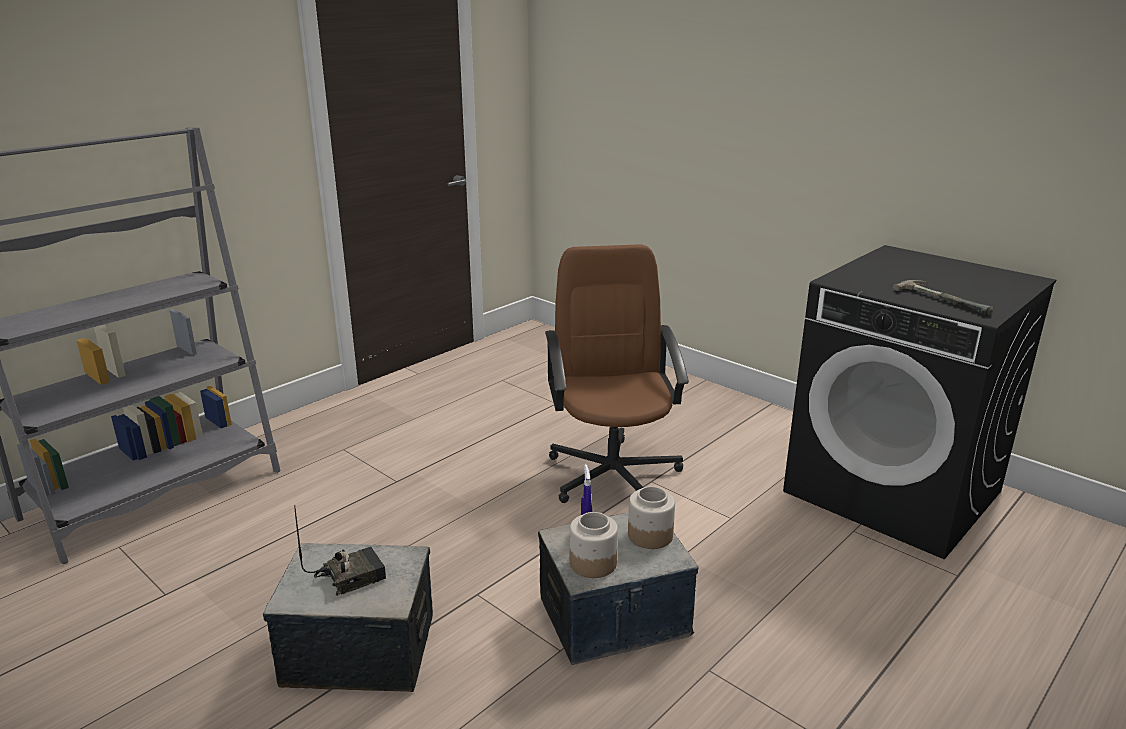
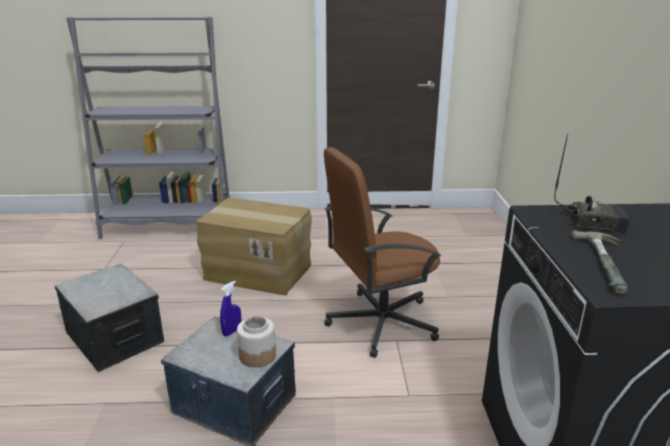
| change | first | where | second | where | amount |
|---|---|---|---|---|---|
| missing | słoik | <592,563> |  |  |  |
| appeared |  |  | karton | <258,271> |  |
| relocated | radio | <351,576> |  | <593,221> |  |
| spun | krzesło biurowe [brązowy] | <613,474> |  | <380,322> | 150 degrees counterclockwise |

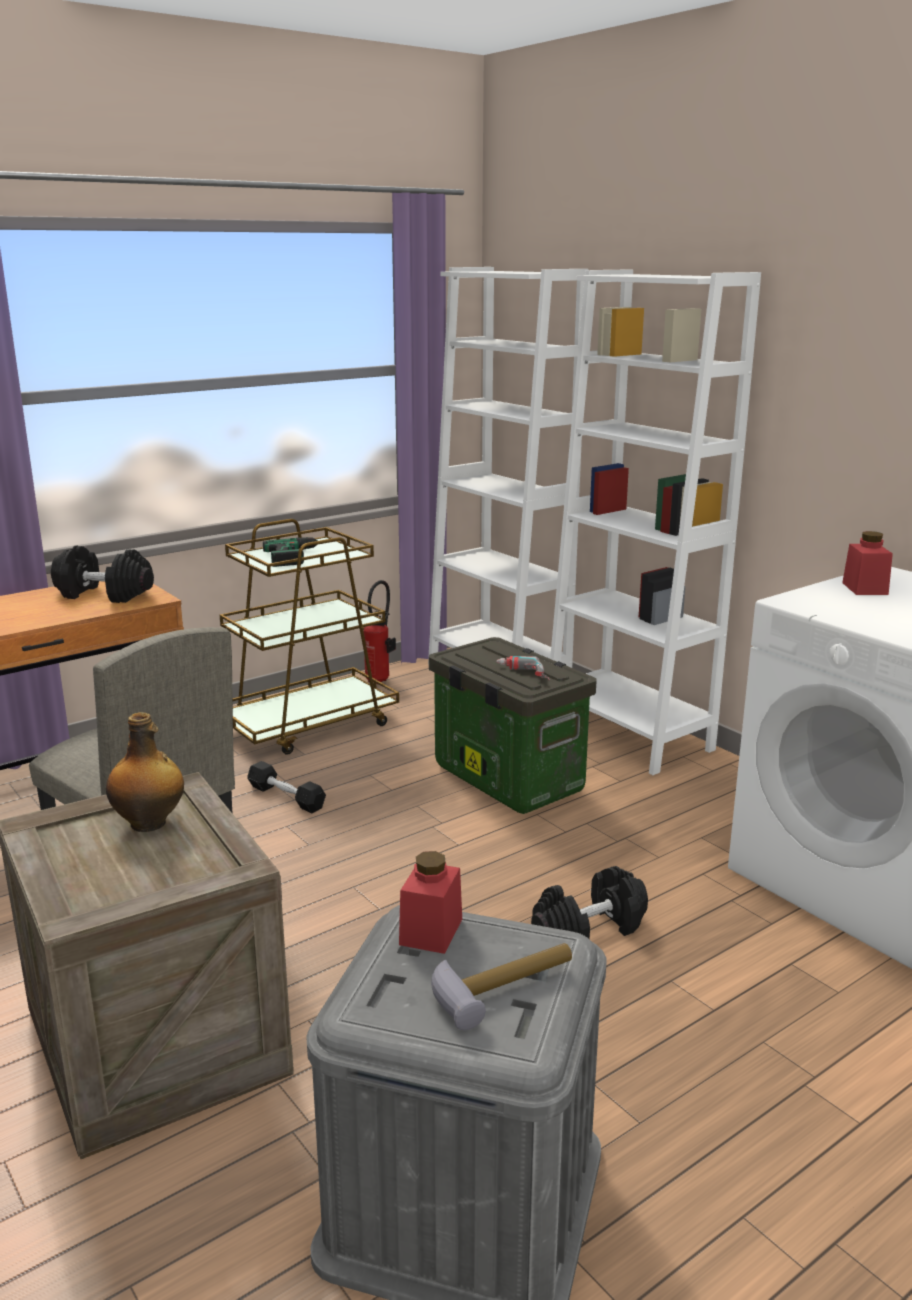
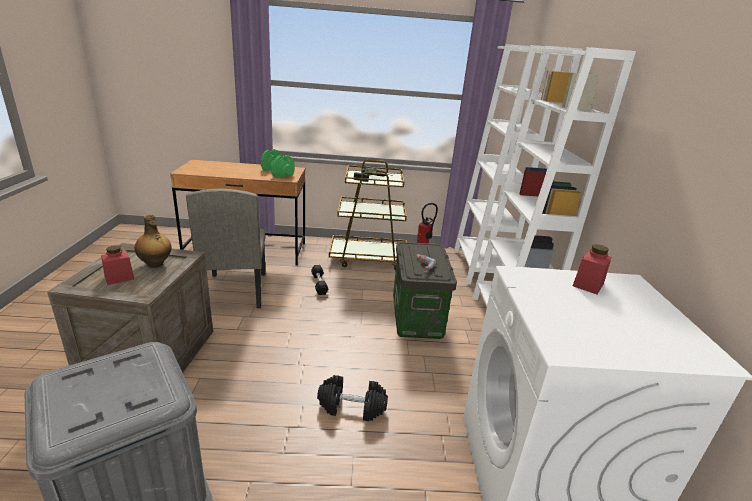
| change | first | where | second | where | amount |
|---|---|---|---|---|---|
| missing | młotek | <501,985> |  |  |  |
| relocated | słoik [czerwony] | <431,931> |  | <119,278> |  |
| colour | hantel [czarny] | <103,594> | hantel [zielony] | <277,172> |  |

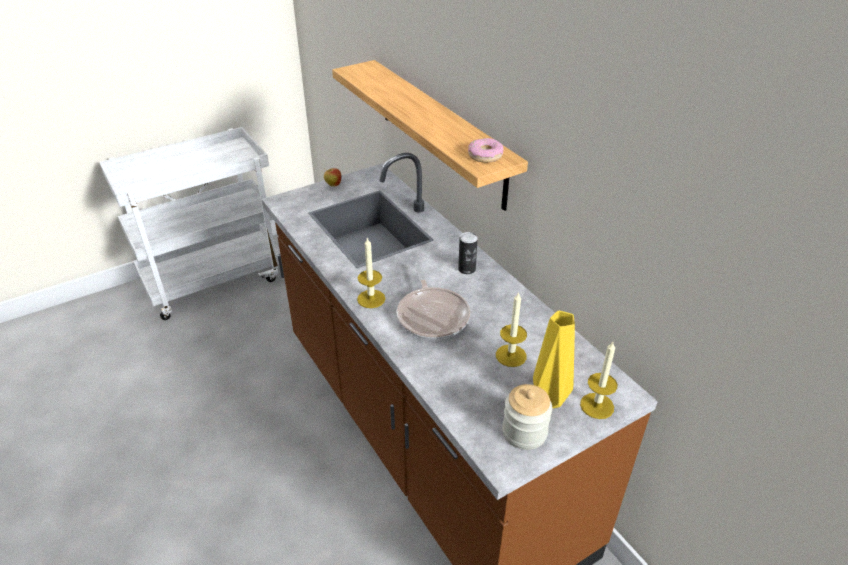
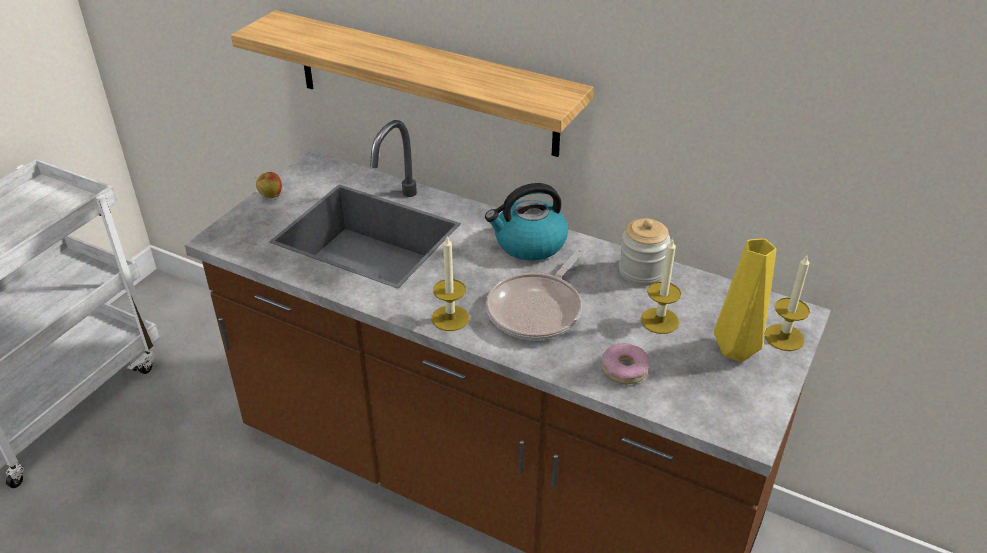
| change | first | where | second | where | amount |
|---|---|---|---|---|---|
| relocated | donut | <485,155> |  | <624,369> |  |
| relocated | słoik | <524,432> |  | <641,272> |  |
| exchanged | puszka | <467,269> | czajnik | <529,244> |  |
| spun | patelnia | <432,315> |  | <537,309> | 75 degrees clockwise |

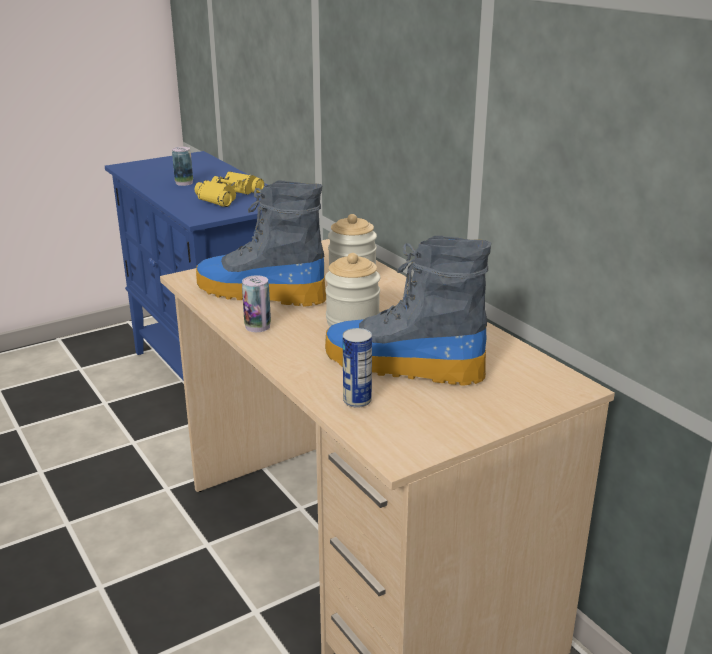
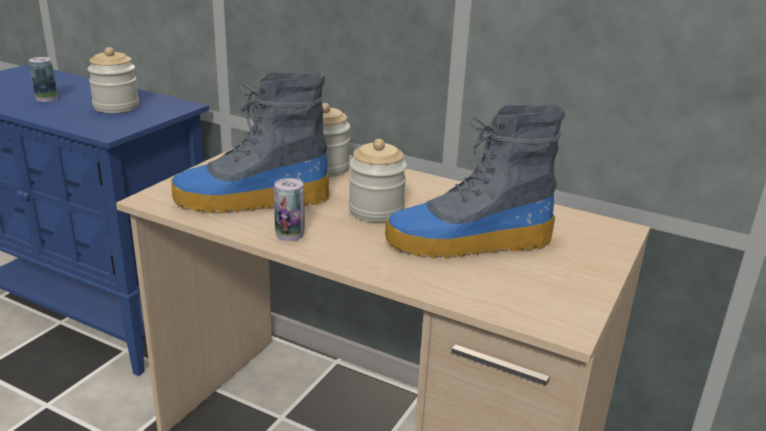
| change | first | where | second | where | amount |
|---|---|---|---|---|---|
| missing | puszka | <357,400> |  |  |  |
| exchanged | lornetka [żółty] | <228,196> | słoik | <116,107> |  |

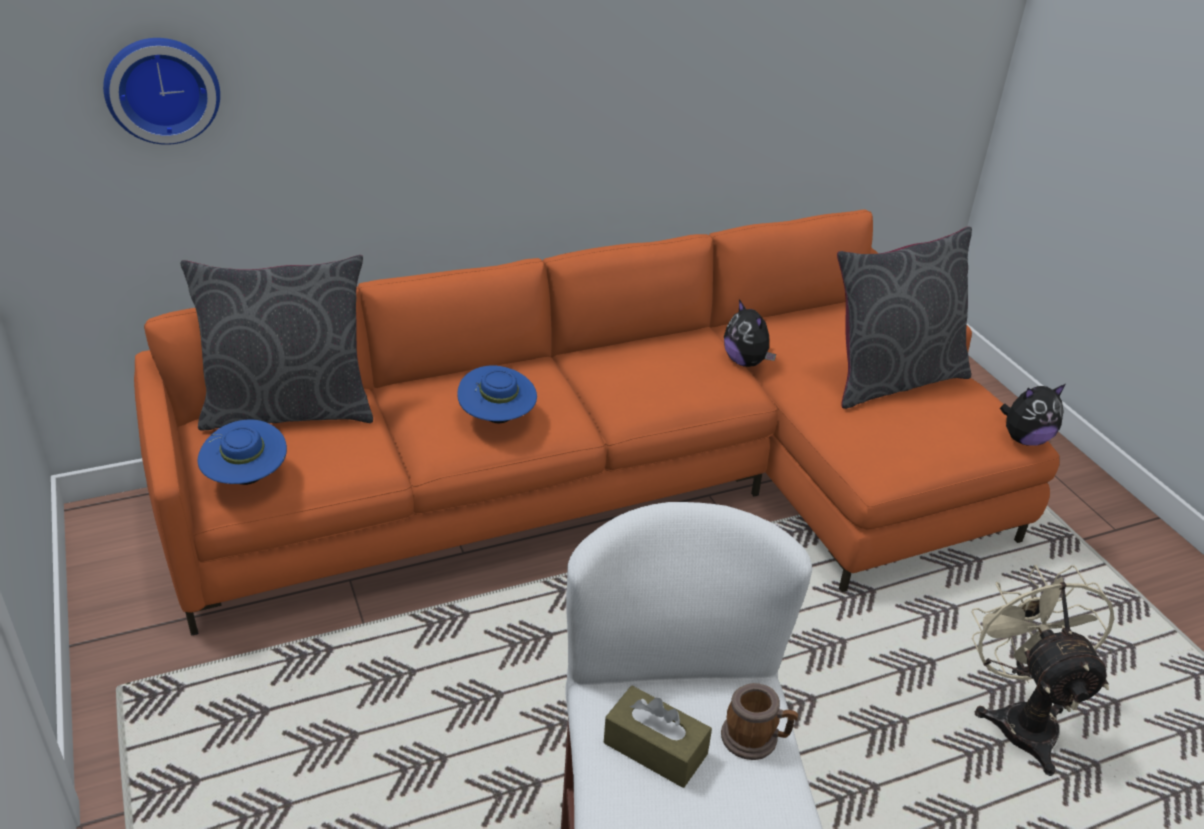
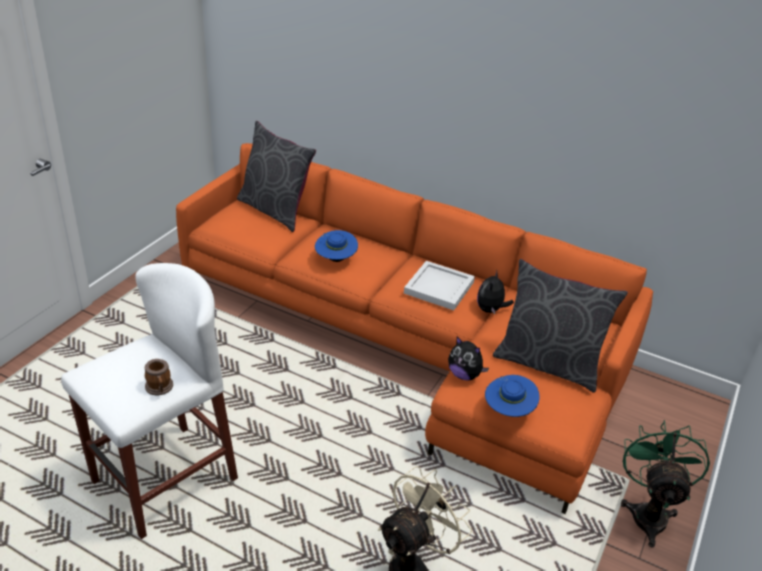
| change | first | where | second | where | amount |
|---|---|---|---|---|---|
| missing | zegar ścienny | <162,88> |  |  |  |
| missing | pudełko chusteczek [brązowy] | <655,748> |  |  |  |
| appeared |  |  | taca [biały] | <440,287> |  |
| appeared |  |  | wentylator [zielony] | <648,512> |  |
| relocated | kapelusz [niebieski] | <246,478> |  | <508,410> |  |
| relocated | pluszak | <1024,439> |  | <464,375> |  |

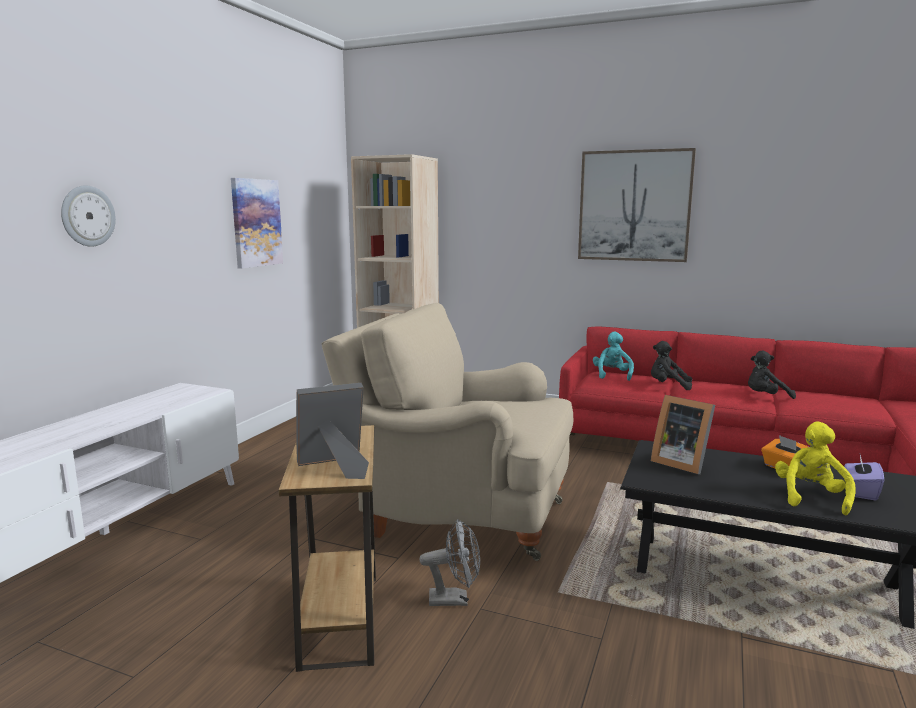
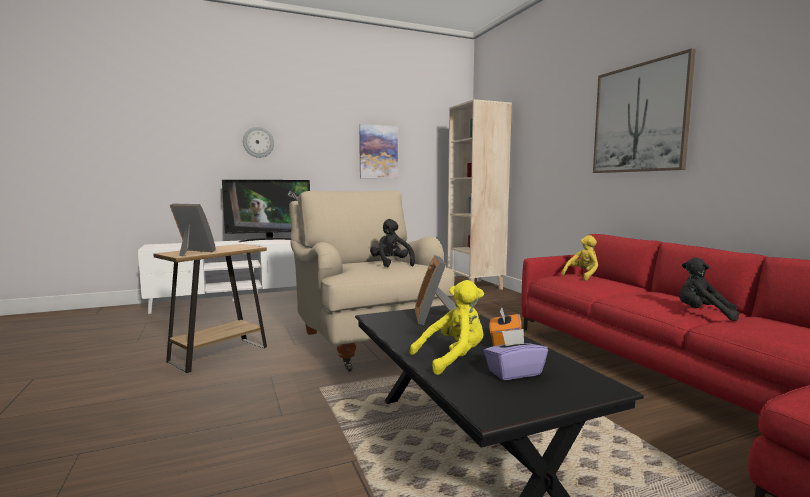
| change | first | where | second | where | amount |
|---|---|---|---|---|---|
| missing | wentylator [szary] | <455,599> |  |  |  |
| appeared |  |  | telewizor | <269,240> |  |
| relocated | pluszak [czarny] | <668,386> |  | <391,264> |  |
| colour | pluszak [turkusowy] | <612,375> | pluszak [żółty] | <582,276> |  |

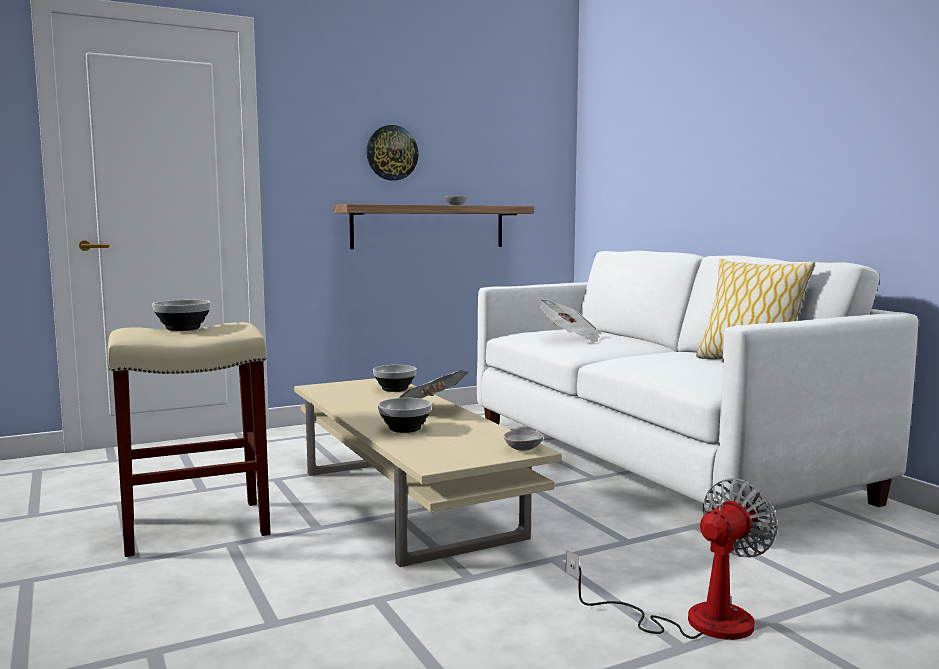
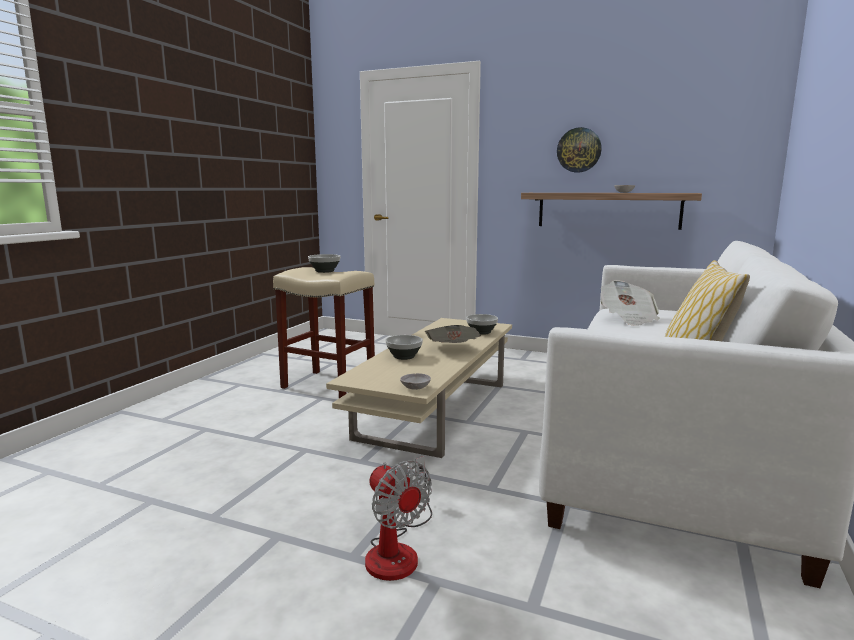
| change | first | where | second | where | amount |
|---|---|---|---|---|---|
| spun | wentylator | <694,620> |  | <398,550> | 45 degrees clockwise |

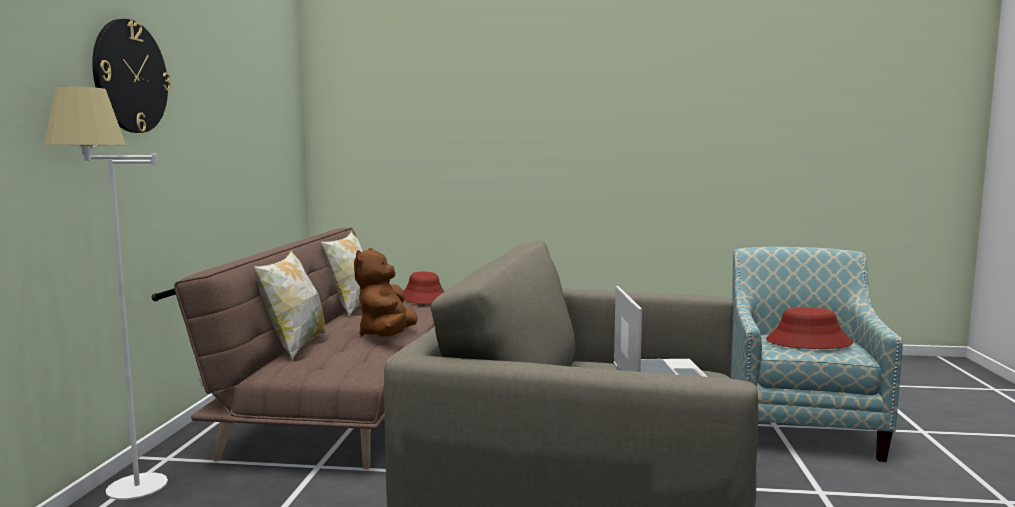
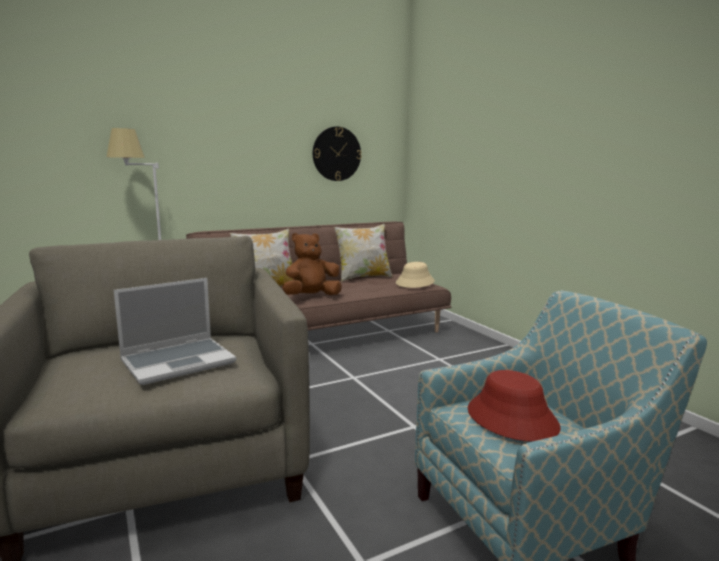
| change | first | where | second | where | amount |
|---|---|---|---|---|---|
| relocated | zegar ścienny | <130,76> |  | <336,154> |  |
| colour | kapelusz [czerwony] | <424,297> | kapelusz [beżowy] | <415,282> |  |

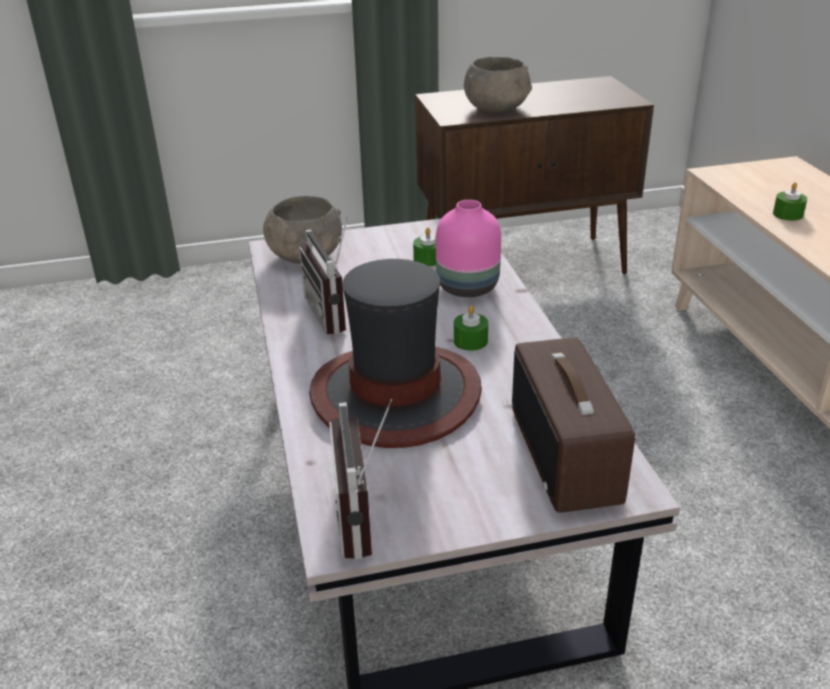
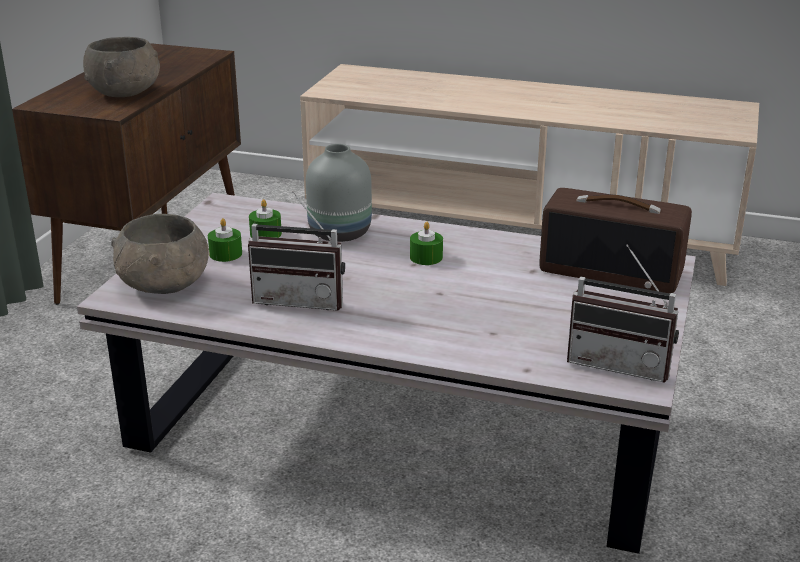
| change | first | where | second | where | amount |
|---|---|---|---|---|---|
| missing | kapelusz | <396,394> |  |  |  |
| relocated | świeca [zielony] | <787,214> |  | <225,254> |  |
| colour | wazon [różowy] | <469,288> | wazon [szary] | <341,233> |  |

